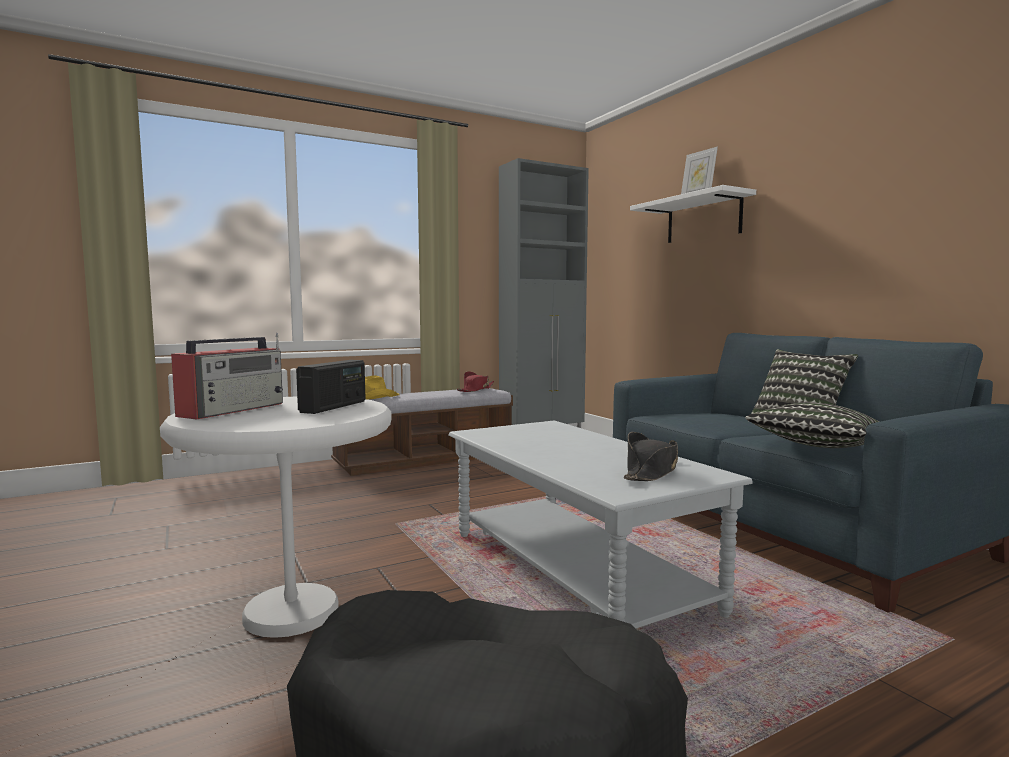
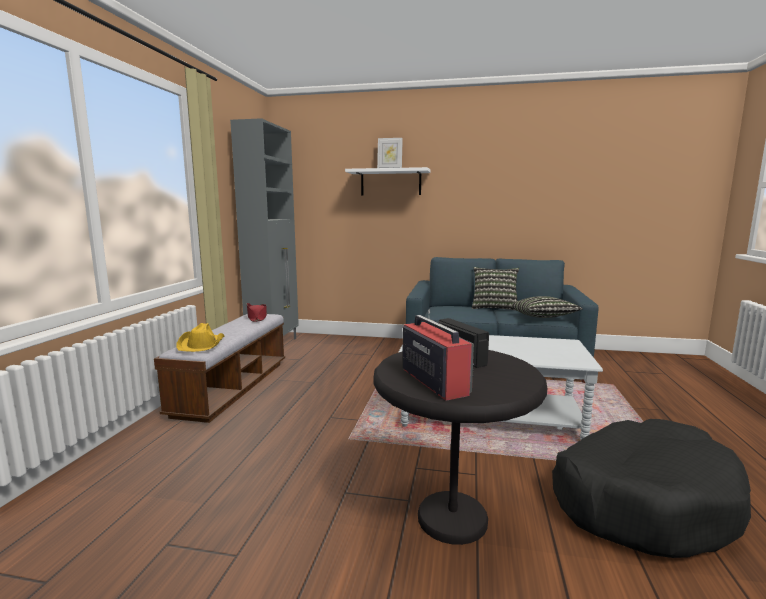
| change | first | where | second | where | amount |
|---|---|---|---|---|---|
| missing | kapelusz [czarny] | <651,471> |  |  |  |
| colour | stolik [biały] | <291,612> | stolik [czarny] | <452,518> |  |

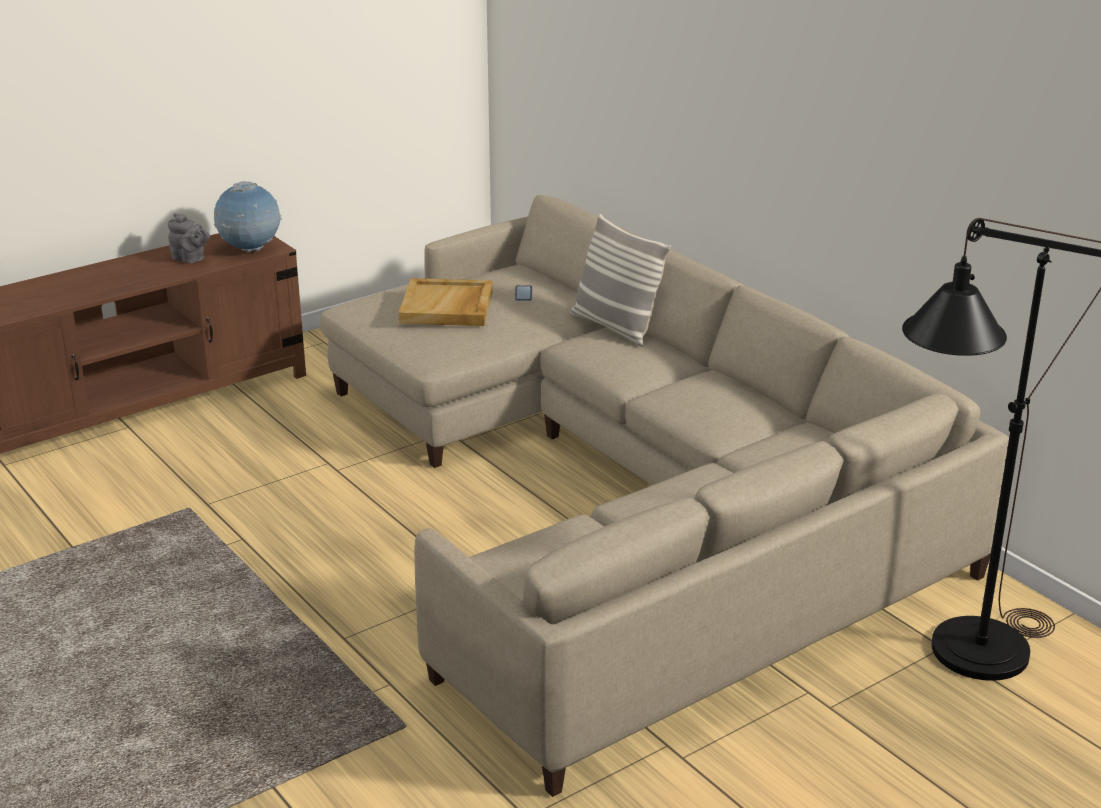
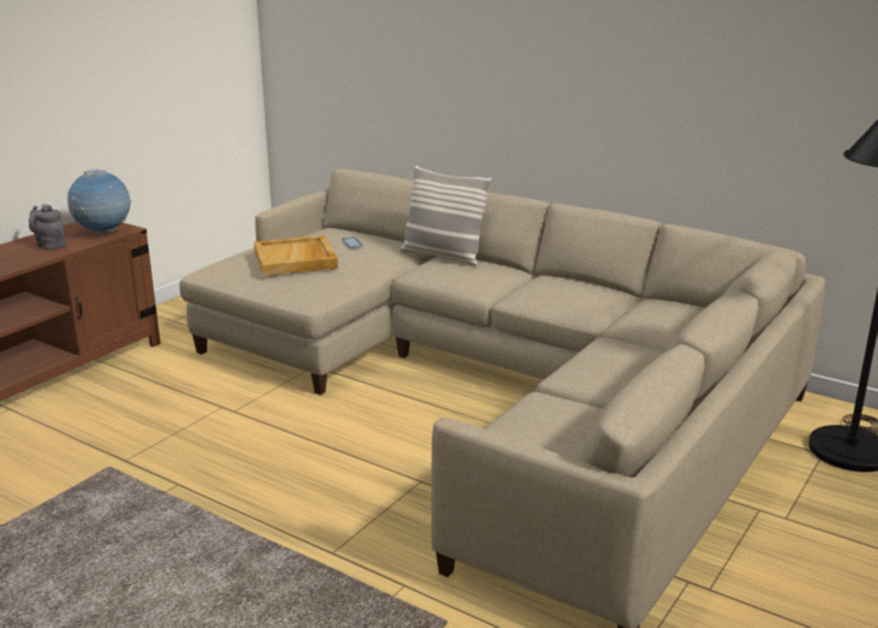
| change | first | where | second | where | amount |
|---|---|---|---|---|---|
| spun | imbryk [szary] | <190,259> |  | <50,245> | 150 degrees counterclockwise |

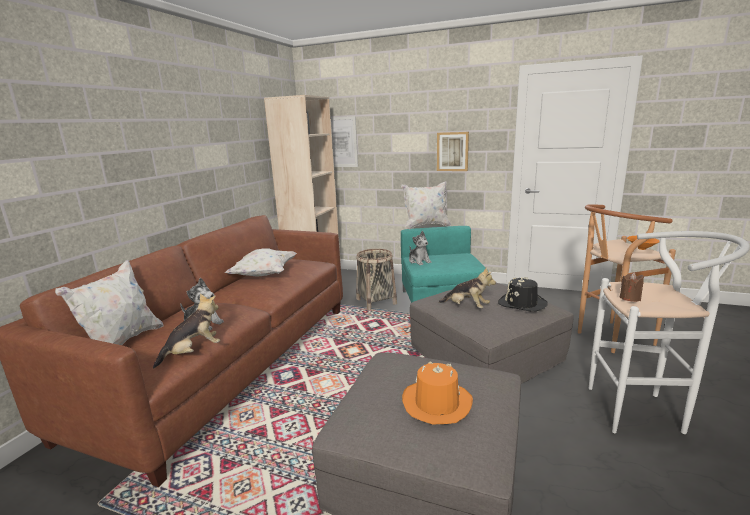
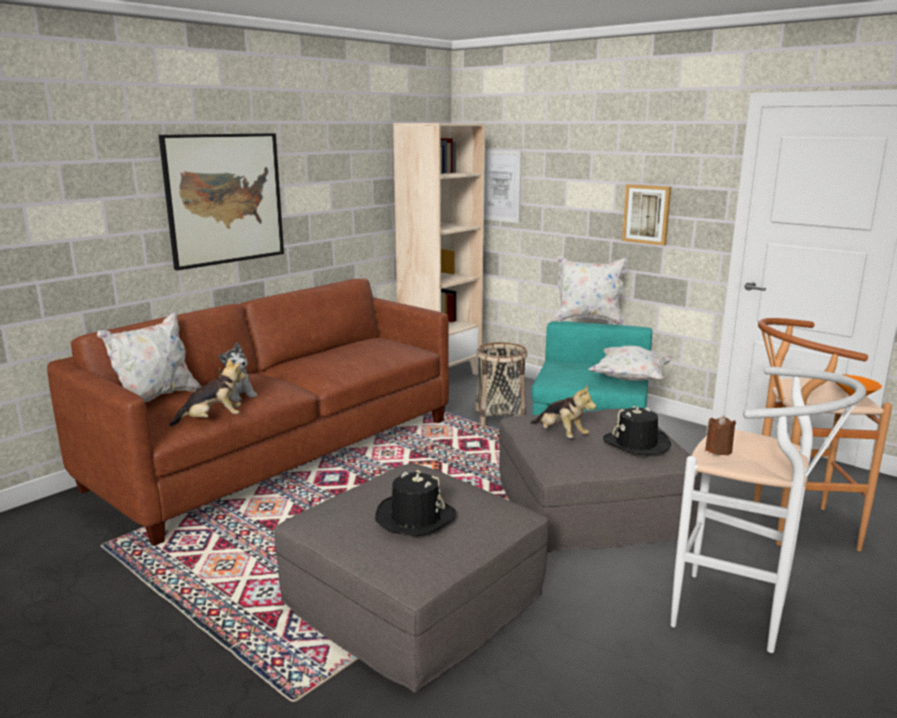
| change | first | where | second | where | amount |
|---|---|---|---|---|---|
| missing | pluszak | <419,261> |  |  |  |
| appeared |  |  | obraz | <224,199> |  |
| relocated | poduszka [biały] | <264,275> |  | <630,379> |  |
| colour | kapelusz [pomarańczowy] | <436,403> | kapelusz [czarny] | <415,518> |  |

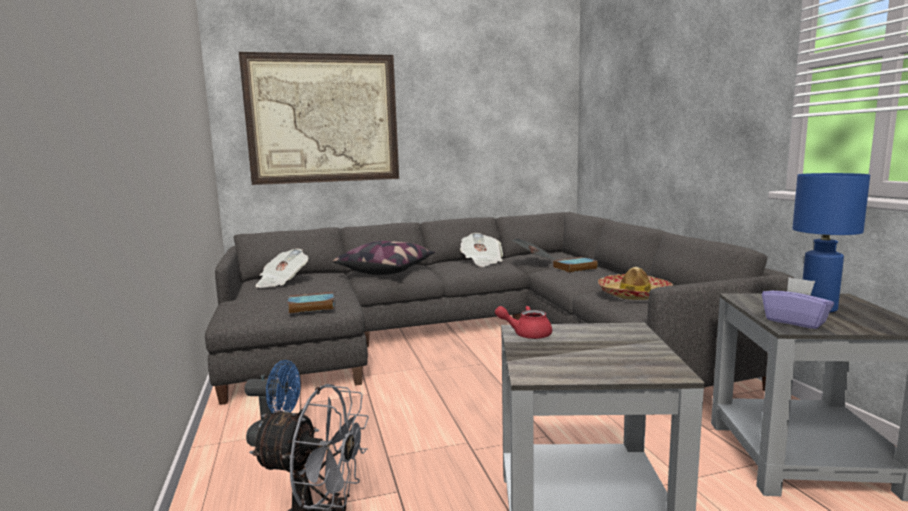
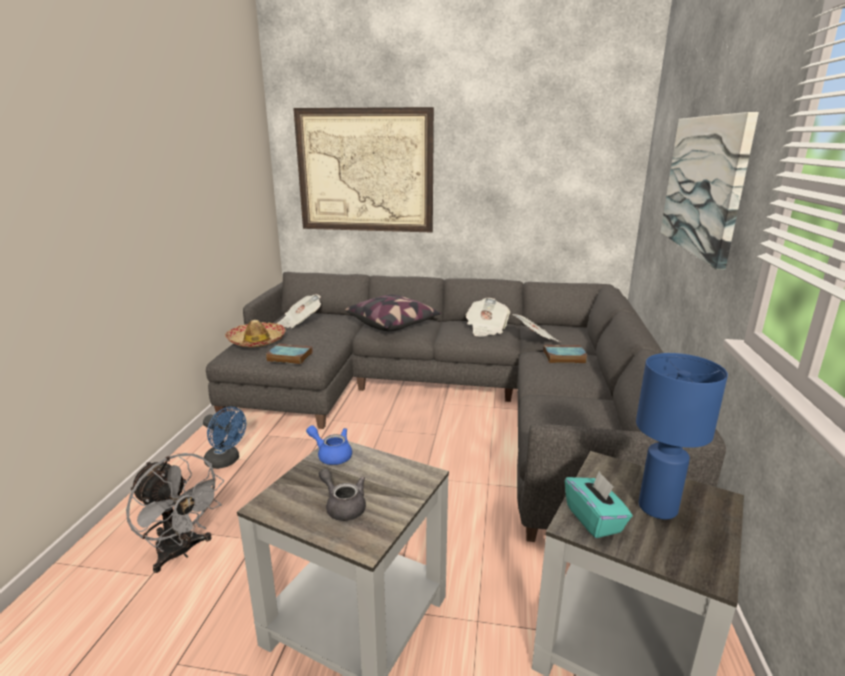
| change | first | where | second | where | amount |
|---|---|---|---|---|---|
| appeared |  |  | imbryk [szary] | <343,506> |  |
| appeared |  |  | obraz | <703,185> |  |
| relocated | kapelusz | <634,294> |  | <256,341> |  |
| colour | imbryk [czerwony] | <526,334> | imbryk [niebieski] | <331,455> |  |
| colour | pudełko chusteczek [fioletowy] | <795,321> | pudełko chusteczek [turkusowy] | <594,519> |  |

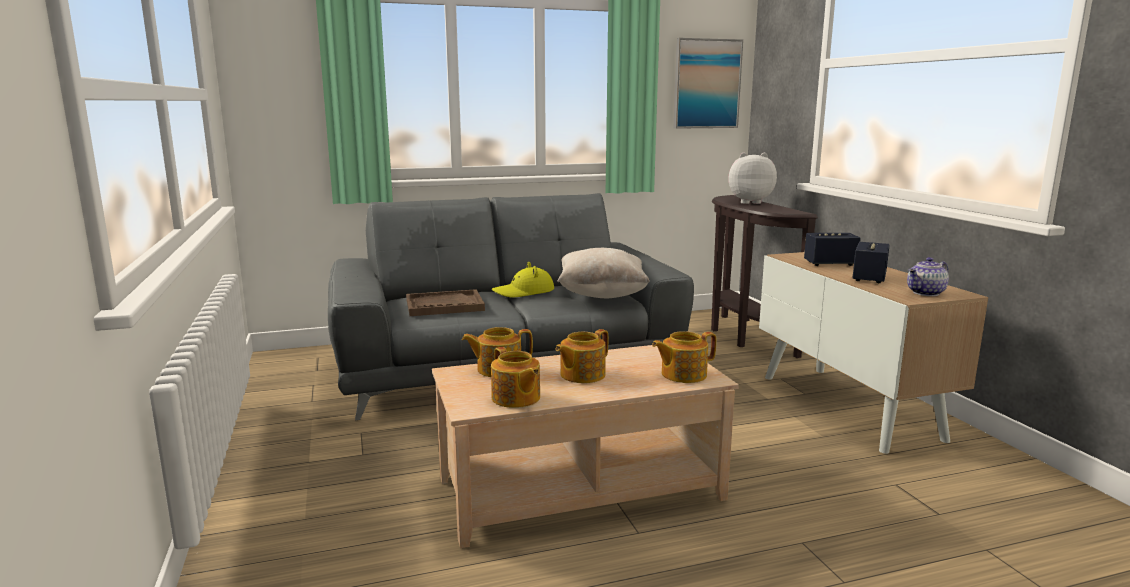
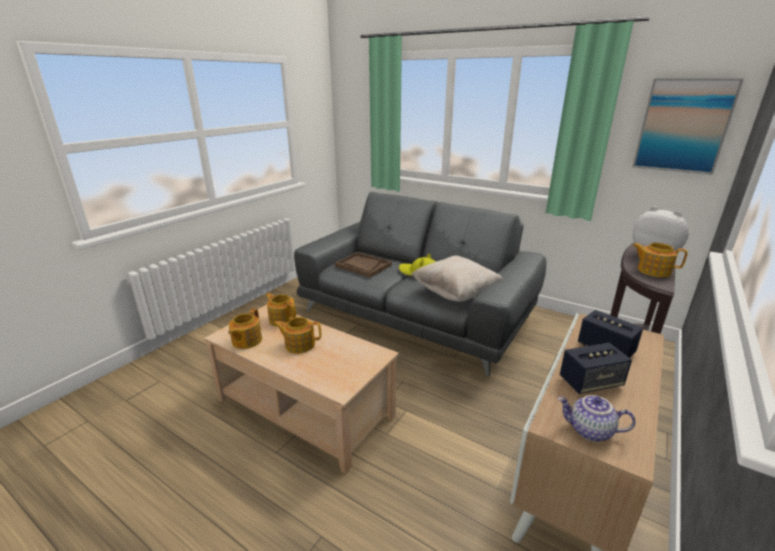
| change | first | where | second | where | amount |
|---|---|---|---|---|---|
| relocated | imbryk | <682,374> |  | <653,271> |  |

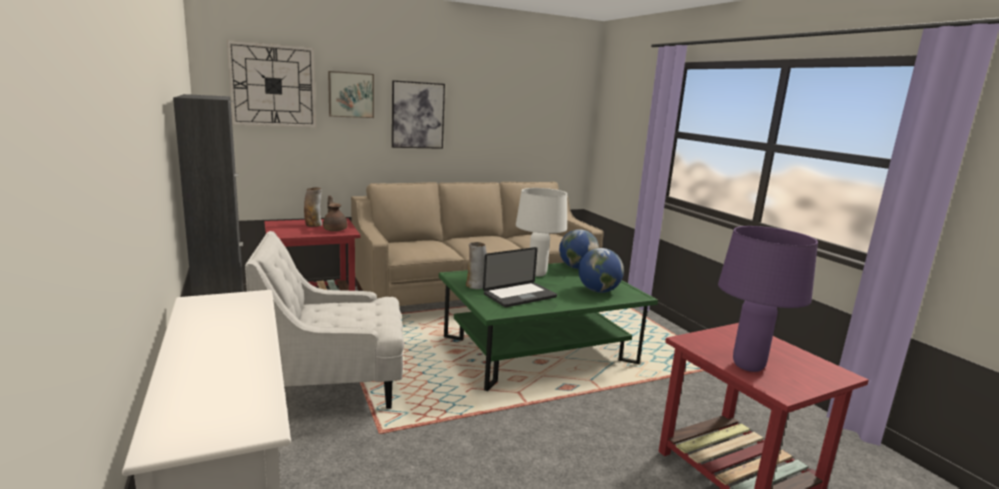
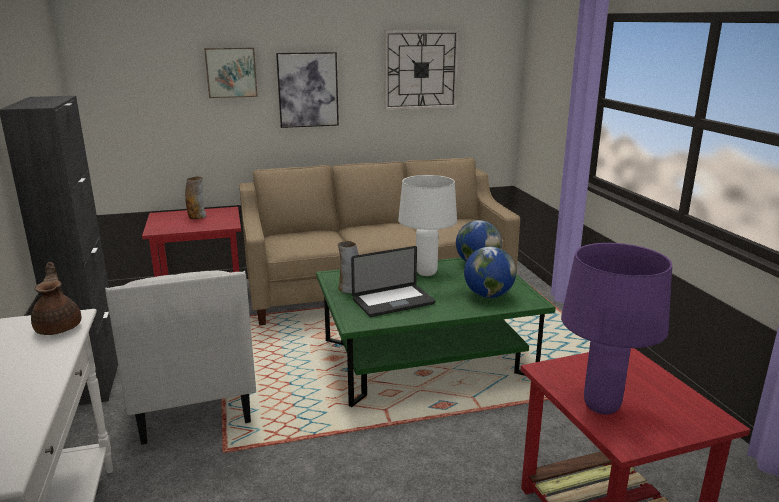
| change | first | where | second | where | amount |
|---|---|---|---|---|---|
| relocated | zegar ścienny | <273,86> |  | <421,70> |  |
| relocated | imbryk [brązowy] | <335,229> |  | <59,327> |  |
| spun | fotel [biały] | <334,387> |  | <194,398> | 105 degrees counterclockwise |

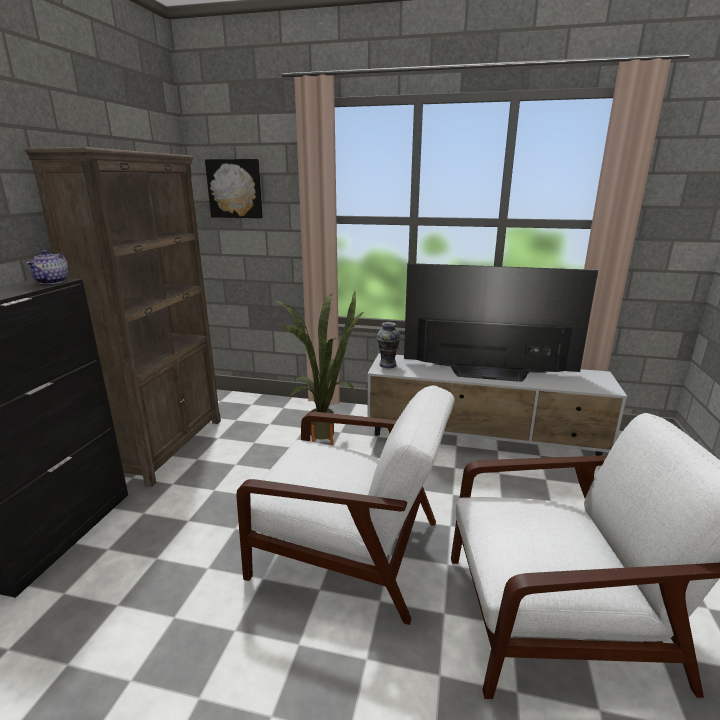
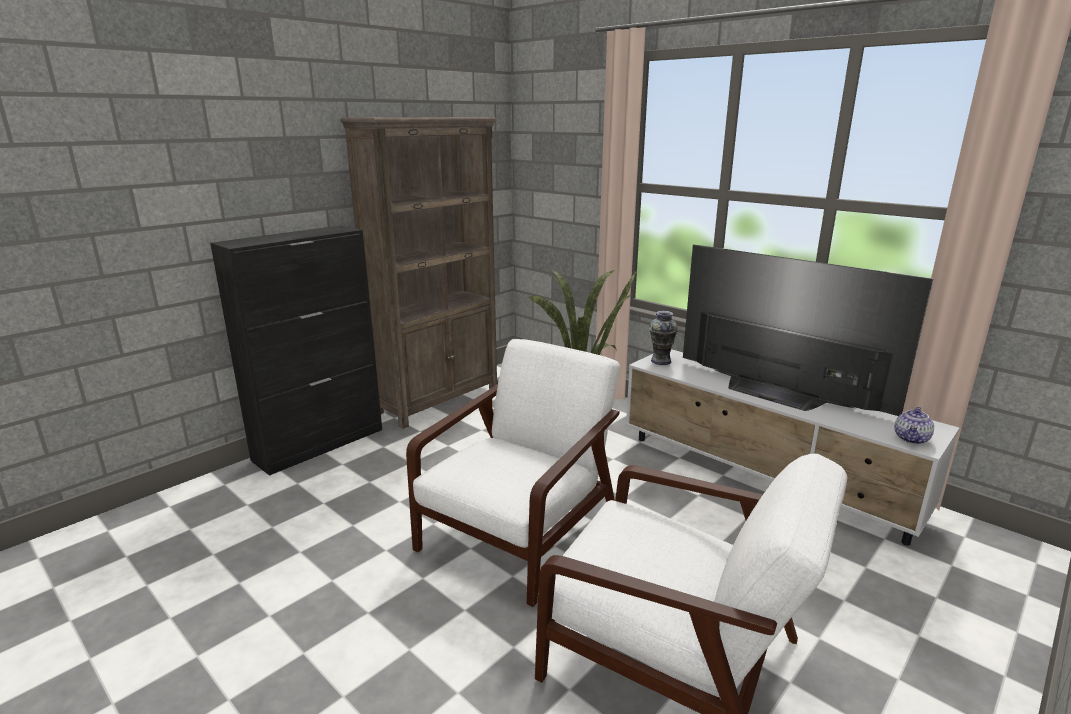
| change | first | where | second | where | amount |
|---|---|---|---|---|---|
| missing | obraz | <235,189> |  |  |  |
| relocated | imbryk | <52,282> |  | <911,439> |  |
| spun | fotel [biały] | <350,550> |  | <522,529> | 105 degrees counterclockwise |

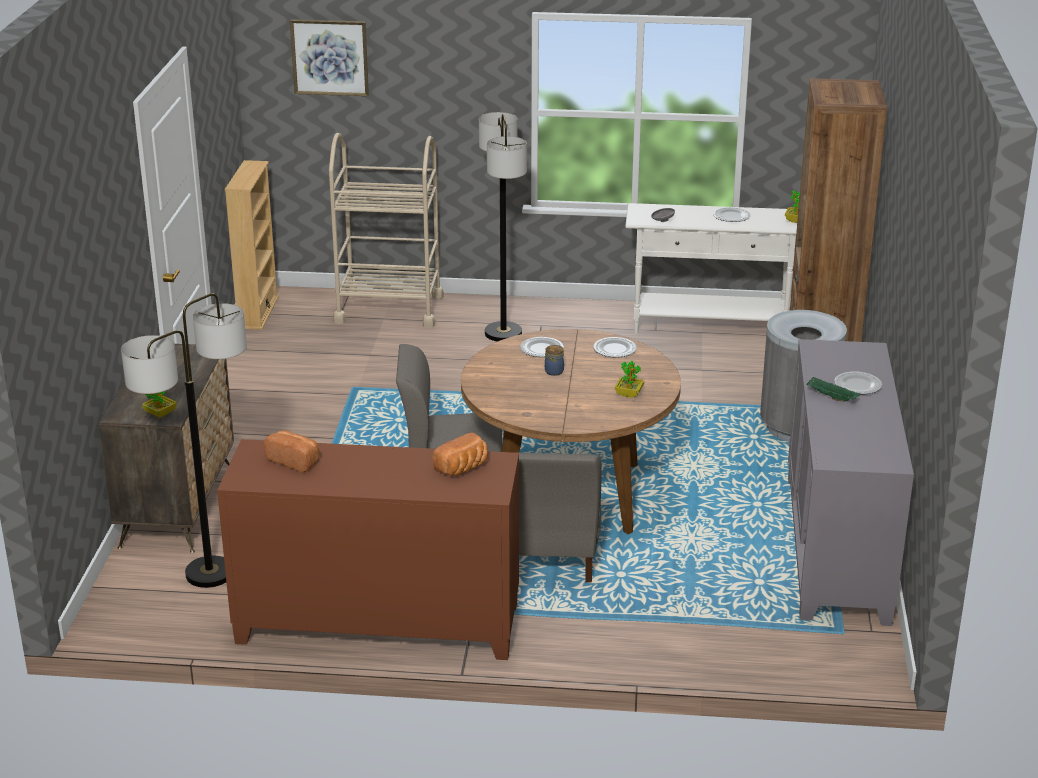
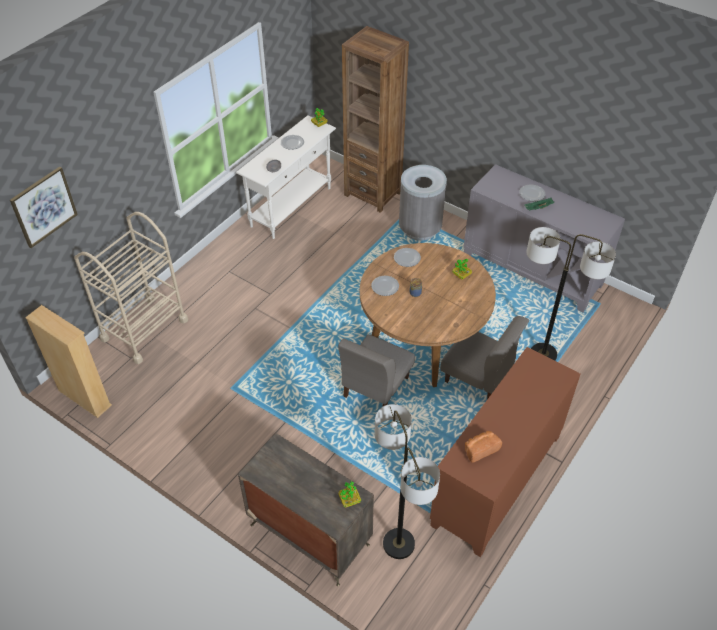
| change | first | where | second | where | amount |
|---|---|---|---|---|---|
| missing | chleb | <463,468> |  |  |  |
| relocated | lampa stojąca | <503,333> |  | <543,354> |  |

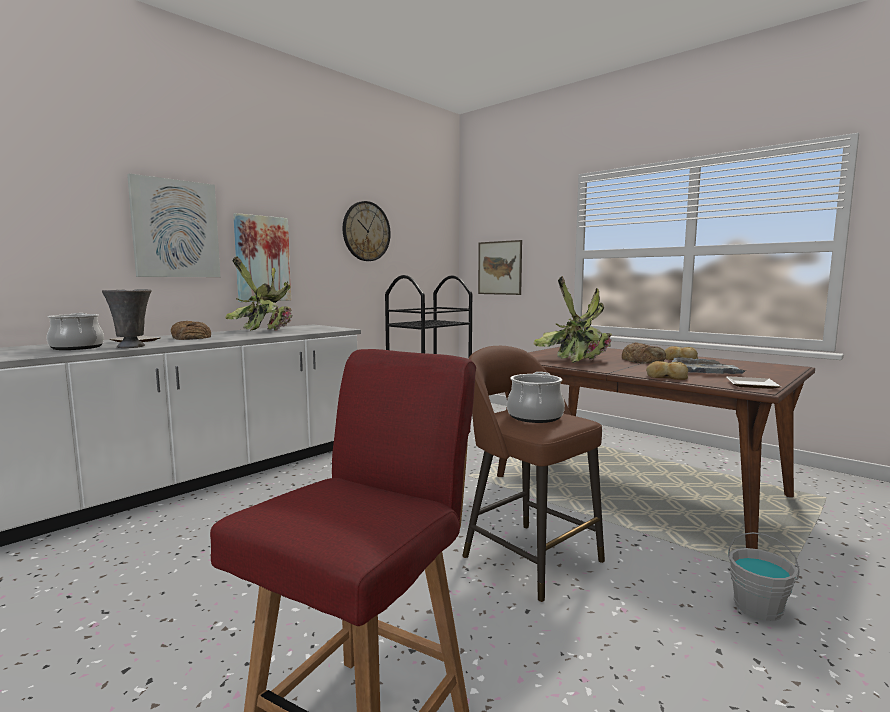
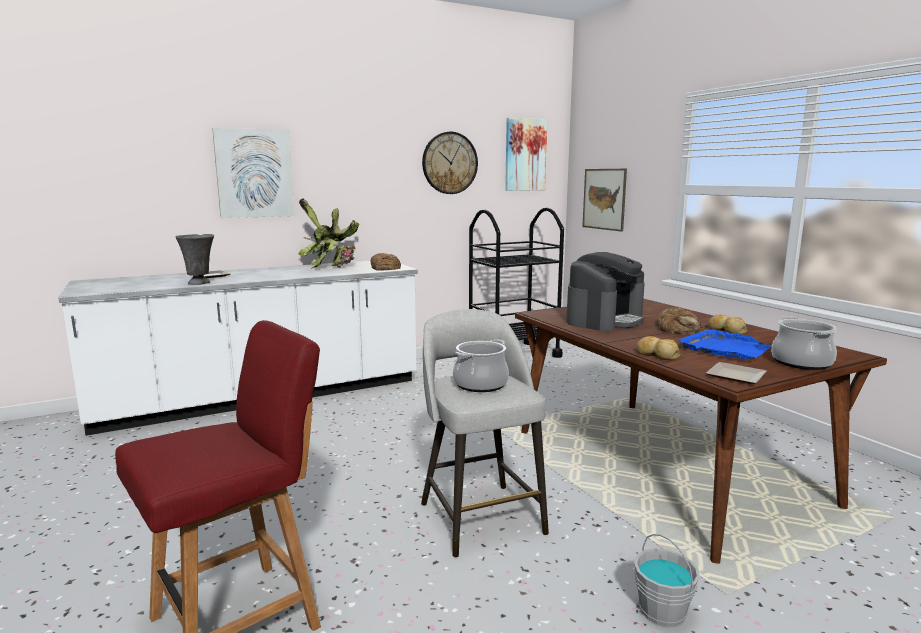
| change | first | where | second | where | amount |
|---|---|---|---|---|---|
| relocated | garnek | <77,347> |  | <802,362> |  |
| relocated | chleb | <190,337> |  | <384,267> |  |
| relocated | obraz | <262,259> |  | <525,155> |  |
| exchanged | roślina doniczkowa | <576,359> | ekspres do kawy | <604,320> |  |
| colour | stołek [brązowy] | <529,557> | stołek [szary] | <480,516> |  |
| colour | taca [szary] | <705,370> | taca [niebieski] | <725,349> |  |

